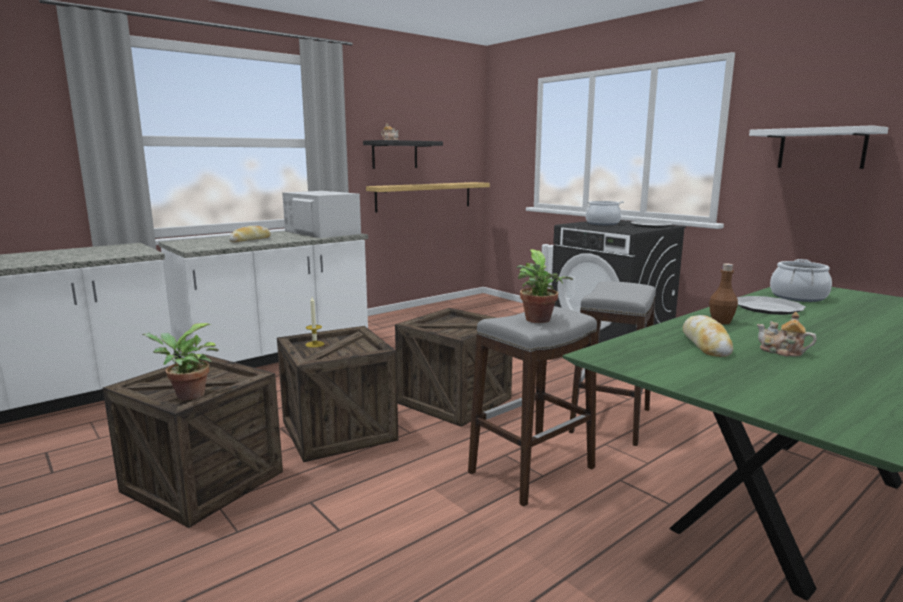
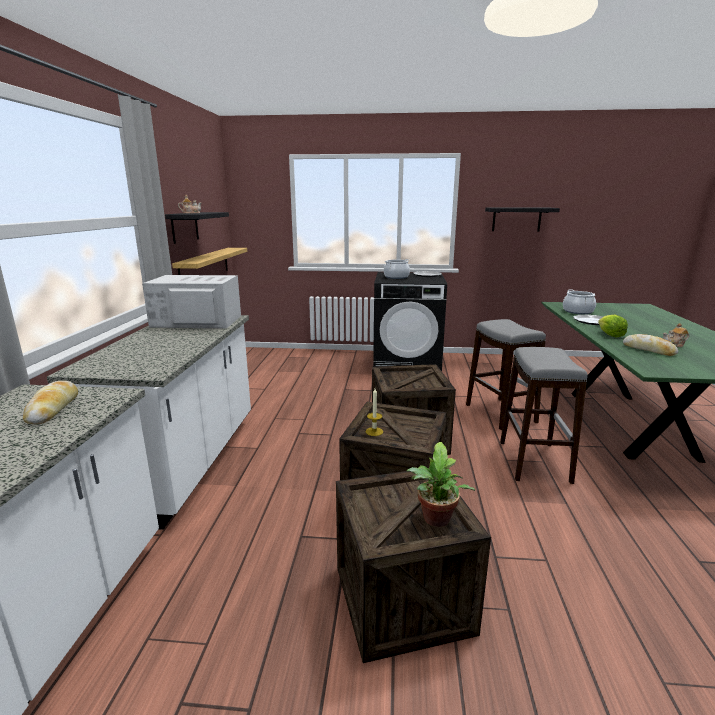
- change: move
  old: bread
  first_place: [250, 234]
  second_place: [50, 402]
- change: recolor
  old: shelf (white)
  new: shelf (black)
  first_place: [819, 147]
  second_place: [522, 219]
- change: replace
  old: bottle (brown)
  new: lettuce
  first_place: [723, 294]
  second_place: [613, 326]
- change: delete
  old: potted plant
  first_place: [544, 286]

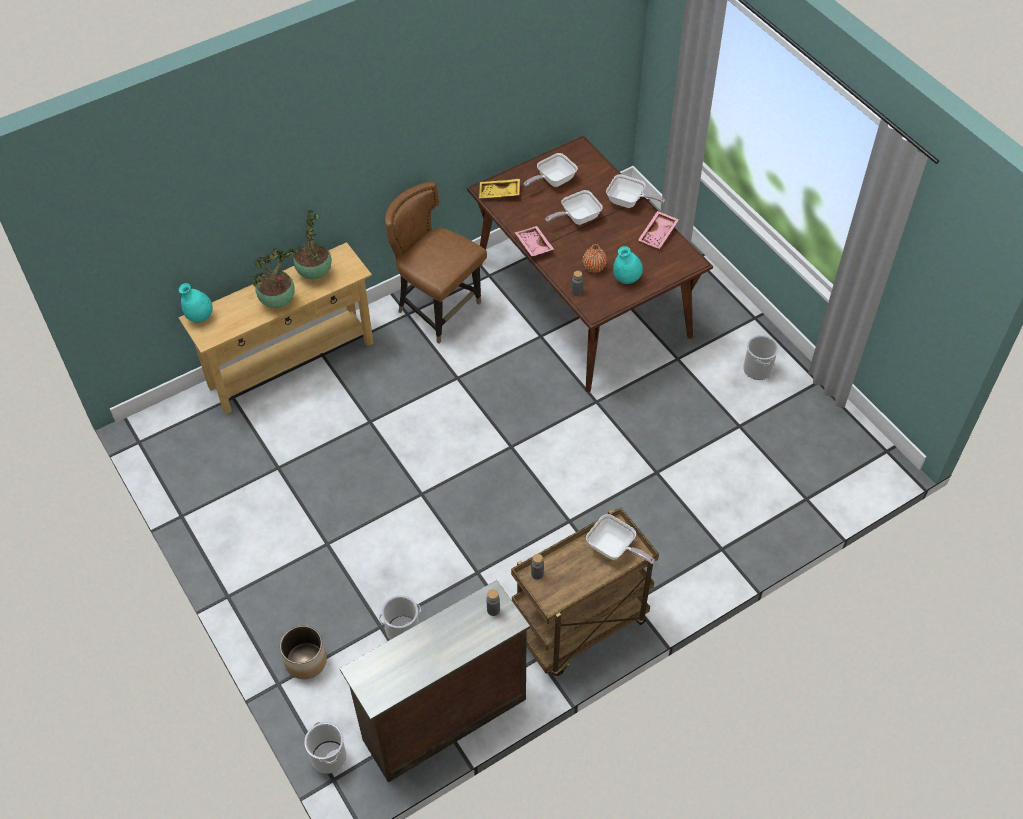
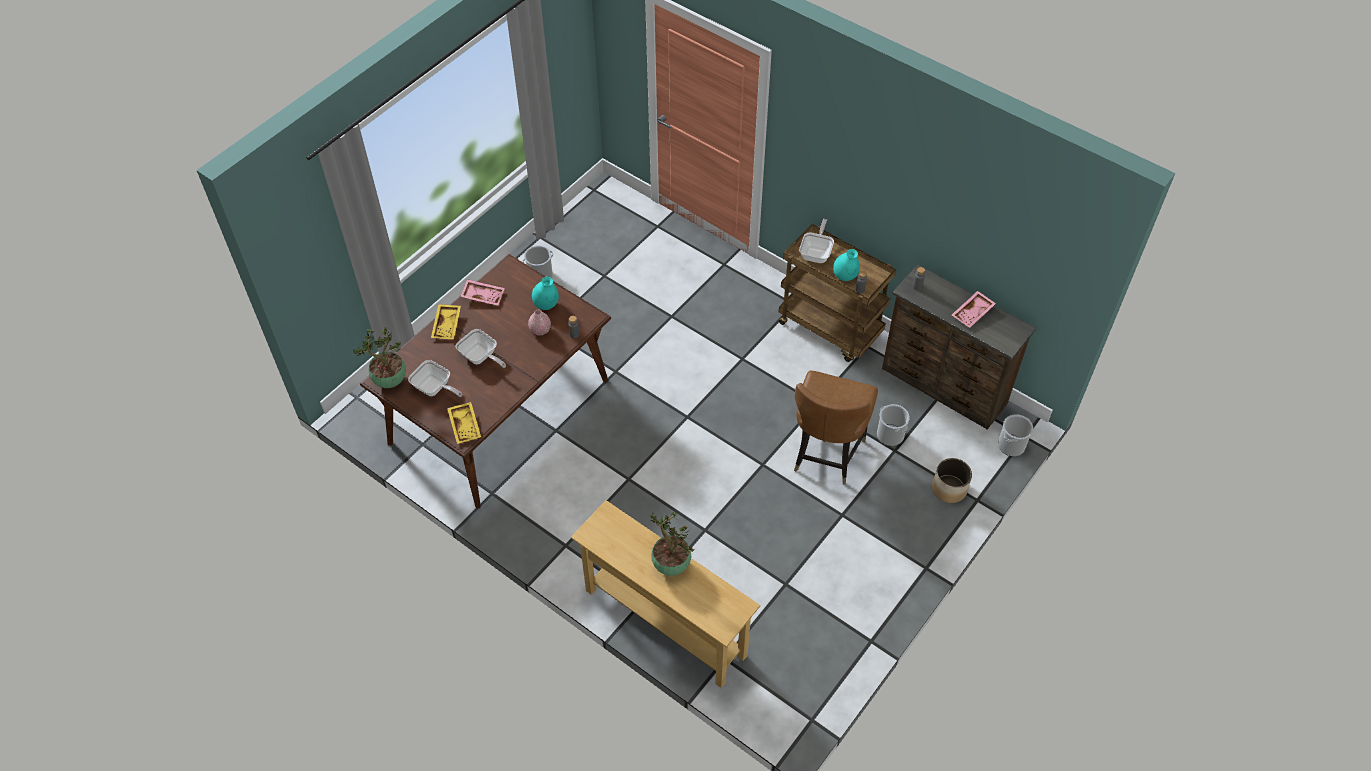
- change: move
  old: potted plant
  first_place: [312, 245]
  second_place: [379, 357]
- change: replace
  old: frying pan
  new: tray (yellow)
  first_place: [635, 191]
  second_place: [446, 321]
- change: recolor
  old: vase (orange)
  new: vase (pink)
  first_place: [595, 258]
  second_place: [539, 322]
- change: move
  old: chair (brown)
  first_place: [436, 263]
  second_place: [836, 428]
- change: move
  old: vase (turquoise)
  first_place: [196, 302]
  second_place: [846, 265]
- change: move
  old: tray (pink)
  first_place: [534, 241]
  second_place: [974, 309]

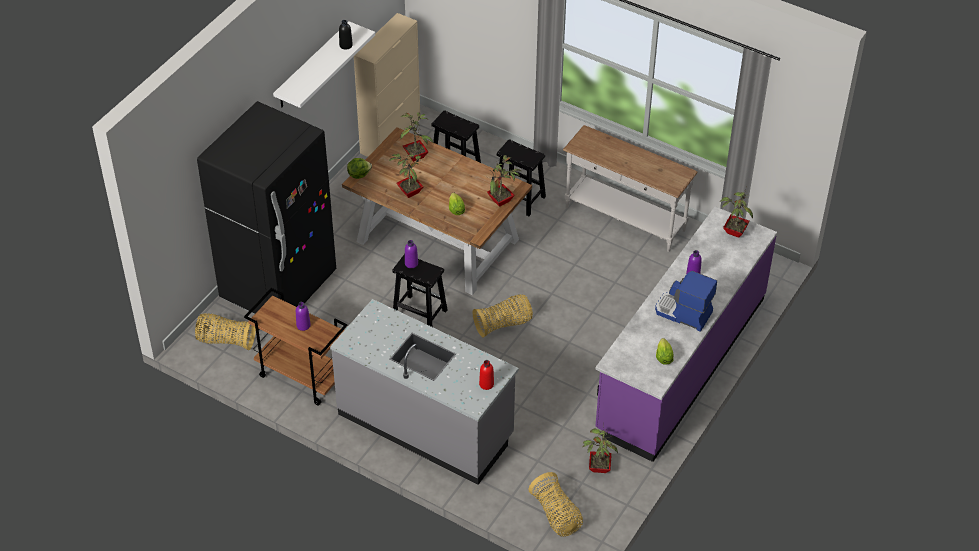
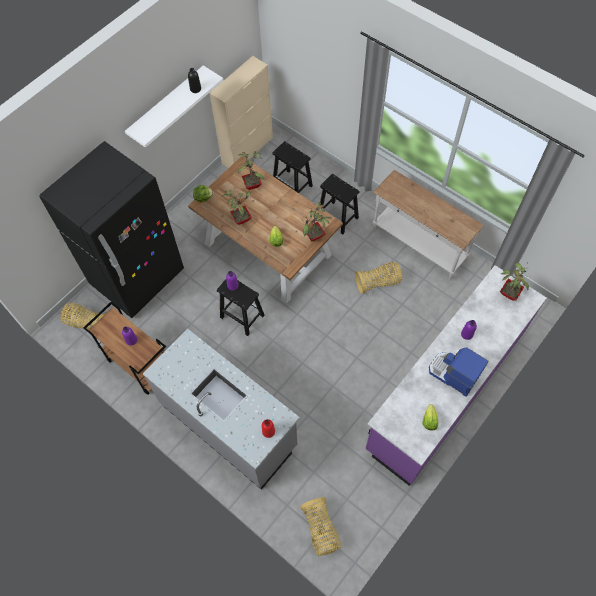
- change: move
  old: basket
  first_place: [503, 315]
  second_place: [378, 278]
- change: delete
  old: potted plant
  first_place: [600, 450]

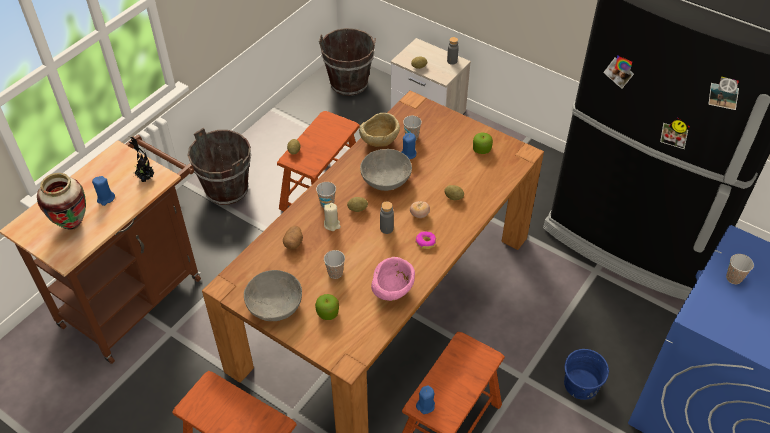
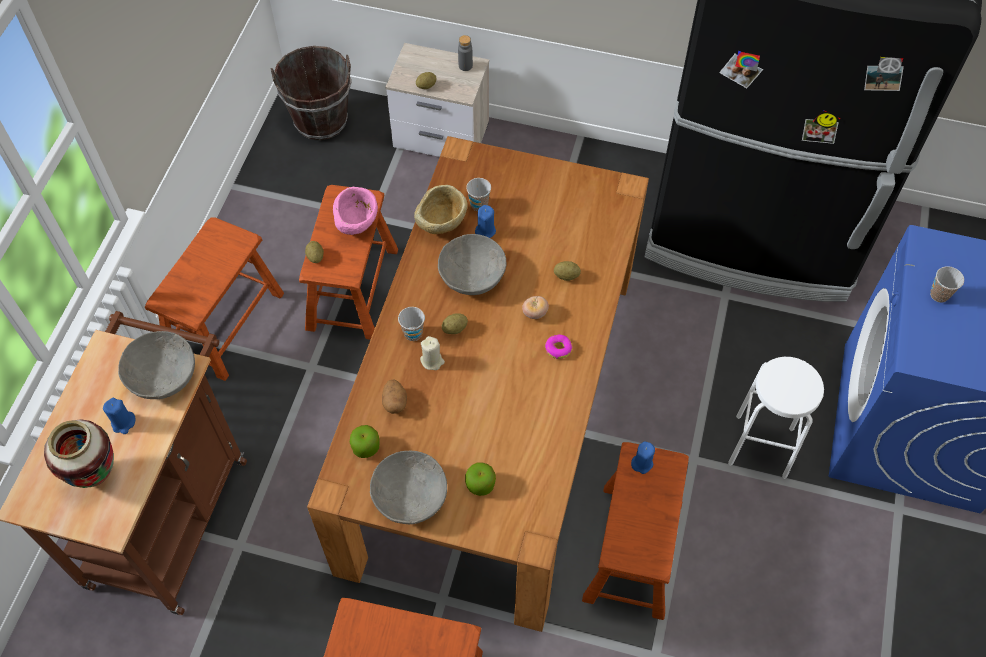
- change: replace
  old: potted plant
  new: bowl (grey)
  first_place: [141, 159]
  second_place: [156, 365]
- change: replace
  old: bucket (brown)
  new: stool (brown)
  first_place: [219, 166]
  second_place: [214, 299]
- change: move
  old: bowl (pink)
  first_place: [393, 279]
  second_place: [355, 211]
- change: move
  old: apple
  first_place: [483, 143]
  second_place: [364, 441]
- change: move
  old: candle (blue)
  first_place: [425, 399]
  second_place: [643, 457]
- change: replace
  old: bucket (blue)
  new: stool (white)
  first_place: [586, 374]
  second_place: [776, 418]
- change: delete
  old: cup
  first_place: [334, 264]
- change: delete
  old: bottle (grey)
  first_place: [387, 217]

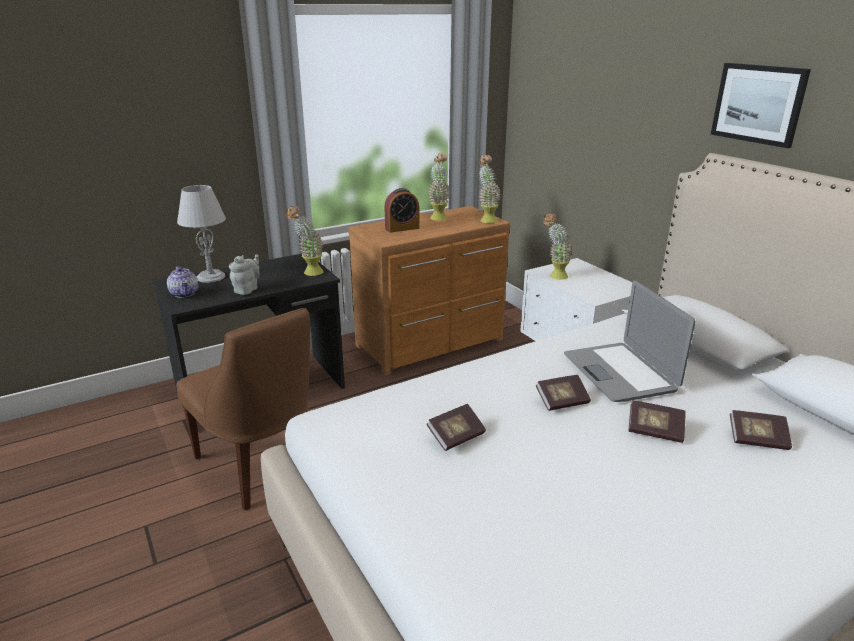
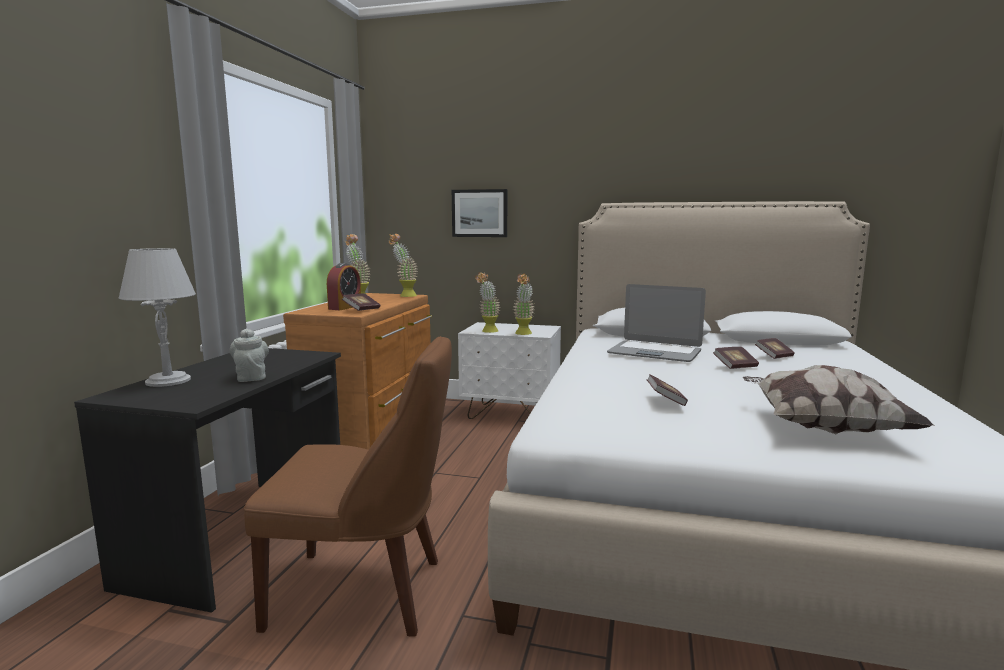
- change: move
  old: book
  first_place: [563, 393]
  second_place: [361, 302]
- change: move
  old: picture
  first_place: [761, 105]
  second_place: [479, 213]
- change: move
  old: potted plant
  first_place: [304, 241]
  second_place: [523, 304]
- change: insert
  new: pillow
  second_place: [838, 400]
- change: delete
  old: teapot
  first_place: [182, 282]

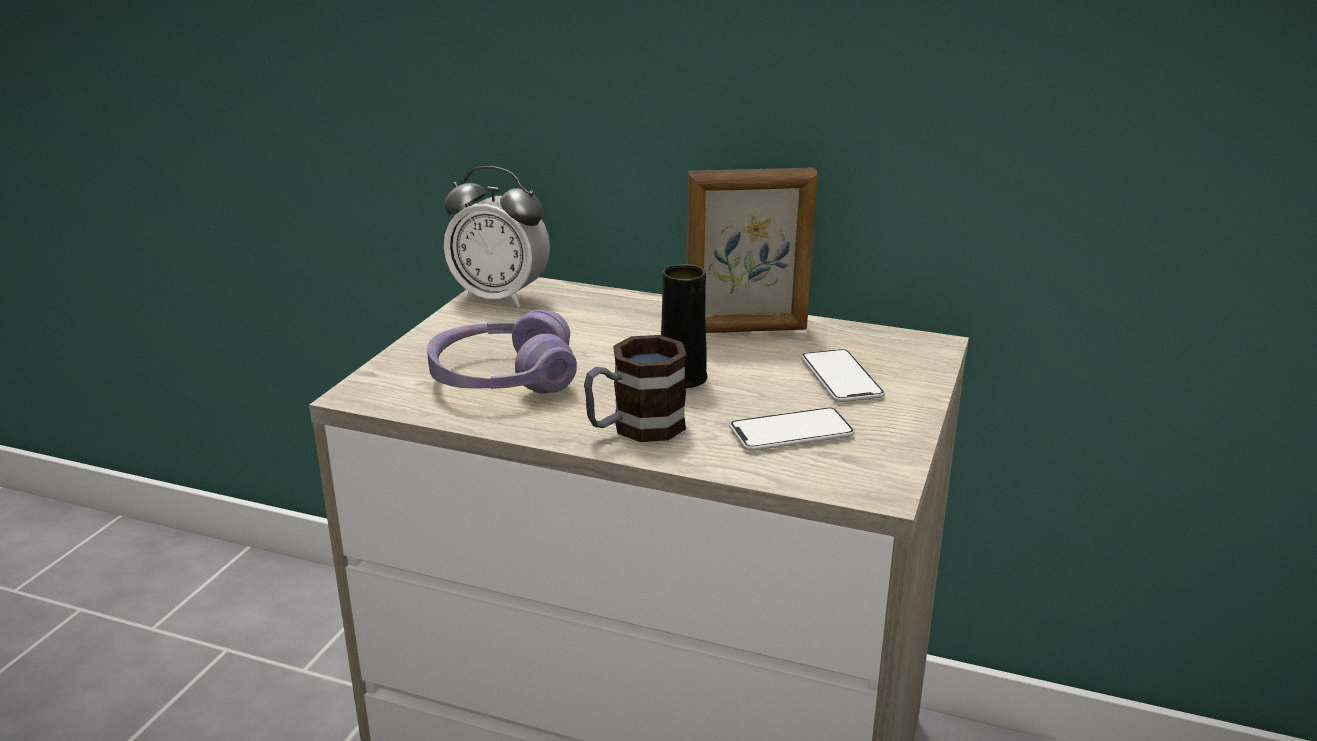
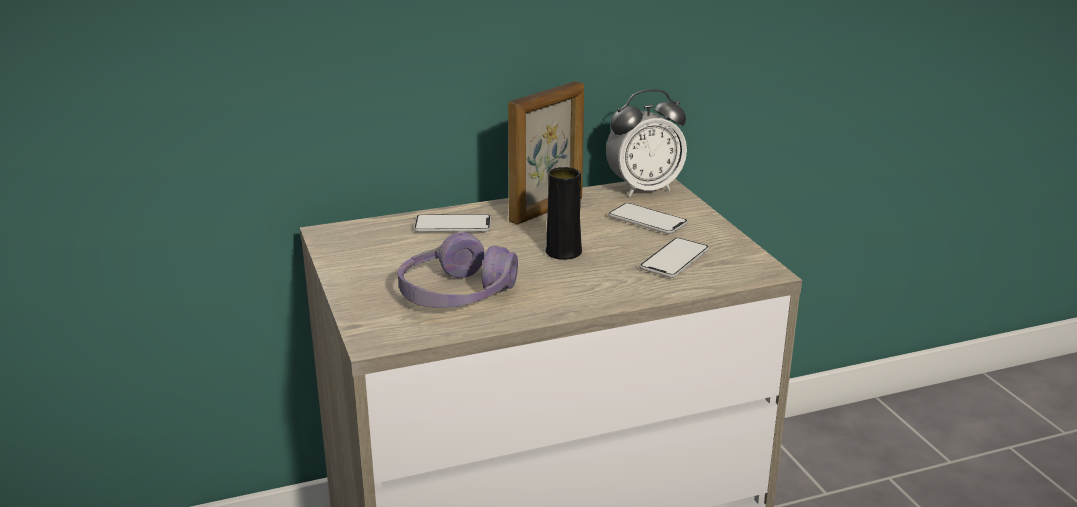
- change: insert
  new: phone
  second_place: [452, 223]
- change: move
  old: alarm clock
  first_place: [497, 236]
  second_place: [646, 143]
- change: delete
  old: mug
  first_place: [635, 388]

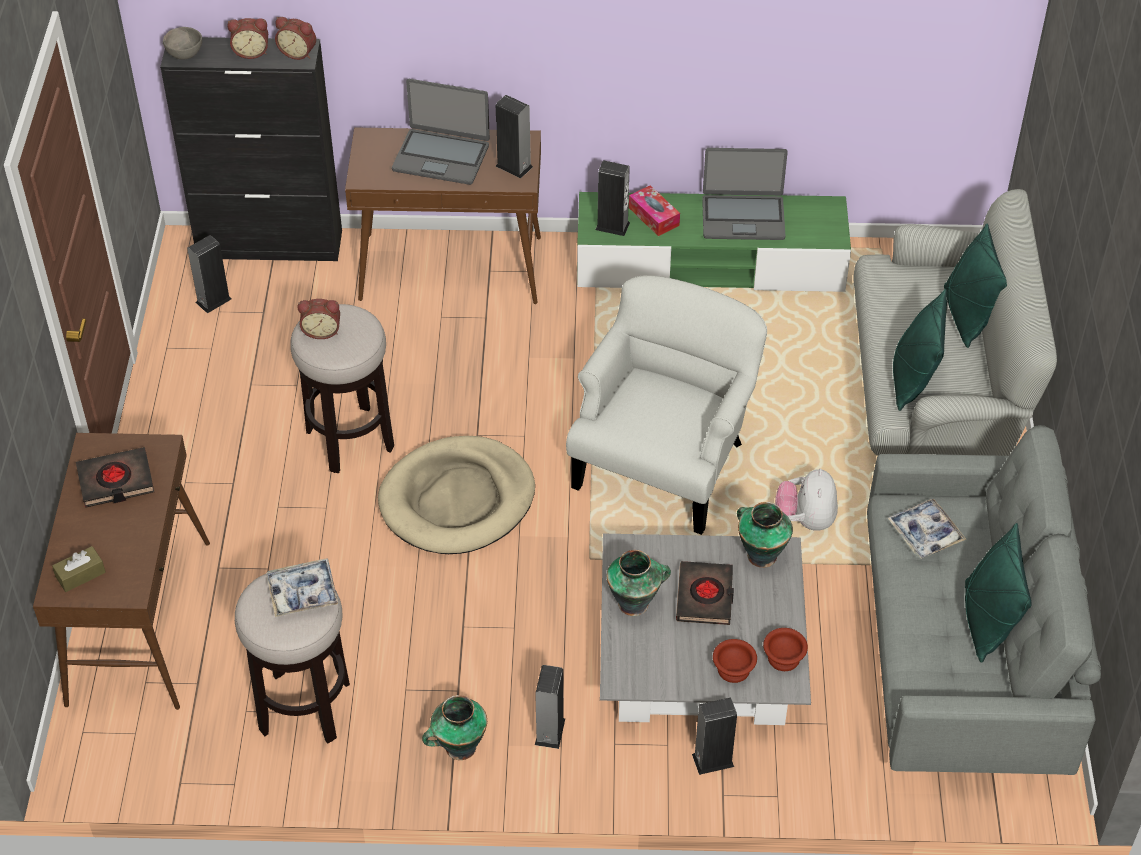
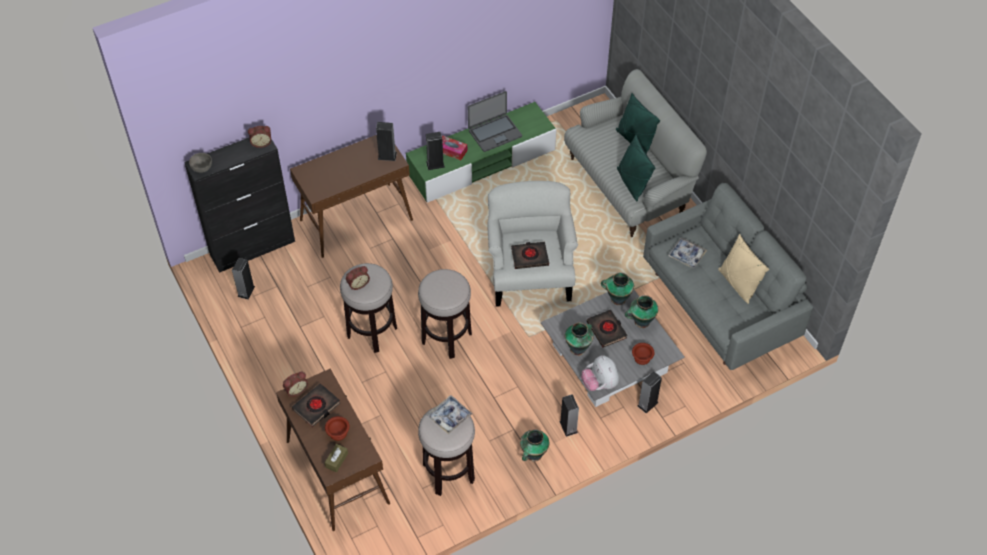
- change: move
  old: alarm clock
  first_place: [247, 38]
  second_place: [295, 384]
- change: move
  old: bowl (brown)
  first_place: [785, 649]
  second_place: [337, 428]
- change: replace
  old: dog bed (beige)
  new: stool
  first_place: [456, 495]
  second_place: [445, 314]
- change: insert
  new: book (black)
  second_place: [530, 255]
- change: move
  old: plush toy
  first_place: [806, 500]
  second_place: [600, 373]
- change: insert
  new: vase
  second_place: [642, 311]
- change: recolor
  old: pillow (green)
  new: pillow (beige)
  first_place: [998, 593]
  second_place: [743, 269]
- change: delete
  old: laptop
  first_place: [441, 132]

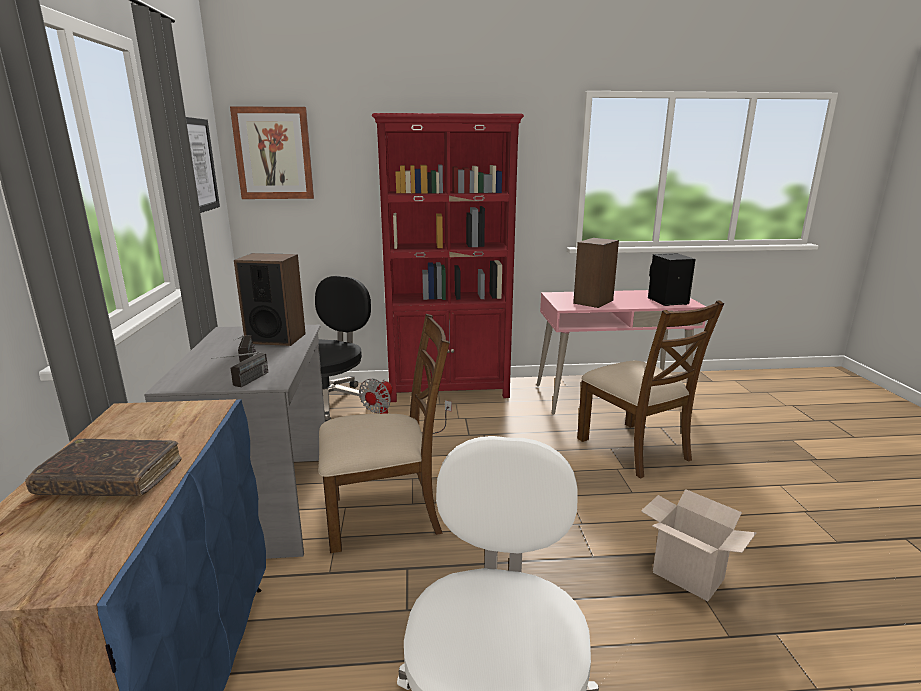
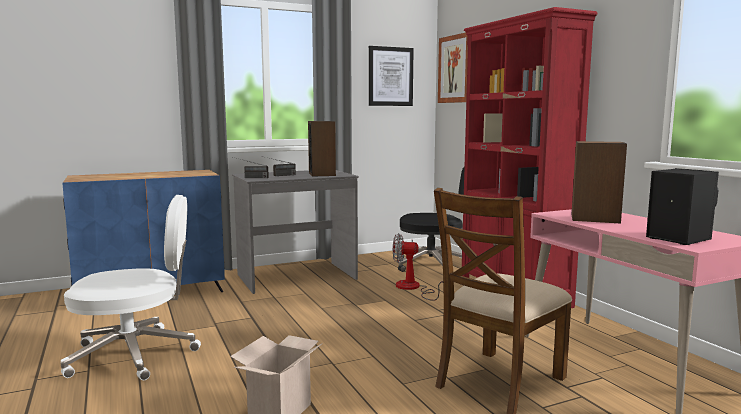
- change: delete
  old: book (brown)
  first_place: [103, 467]
- change: delete
  old: chair (brown)
  first_place: [384, 433]

